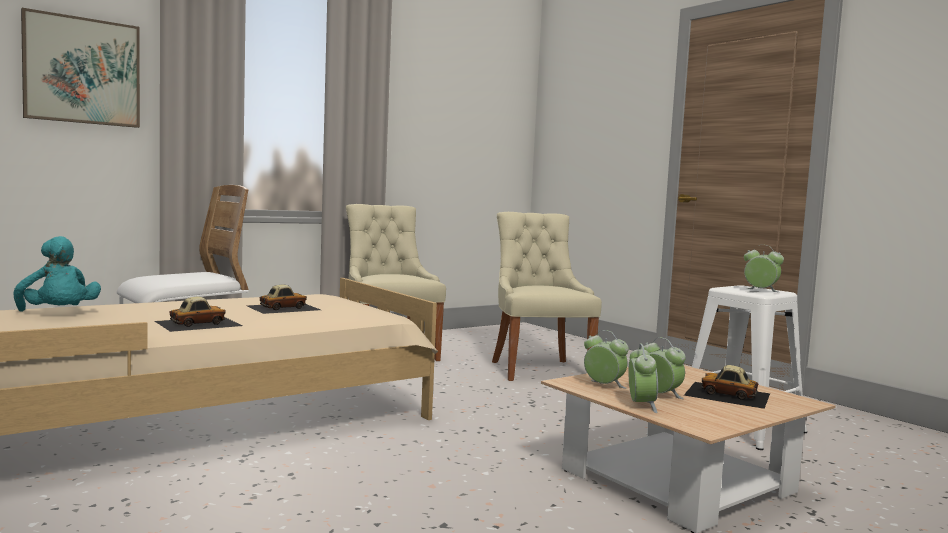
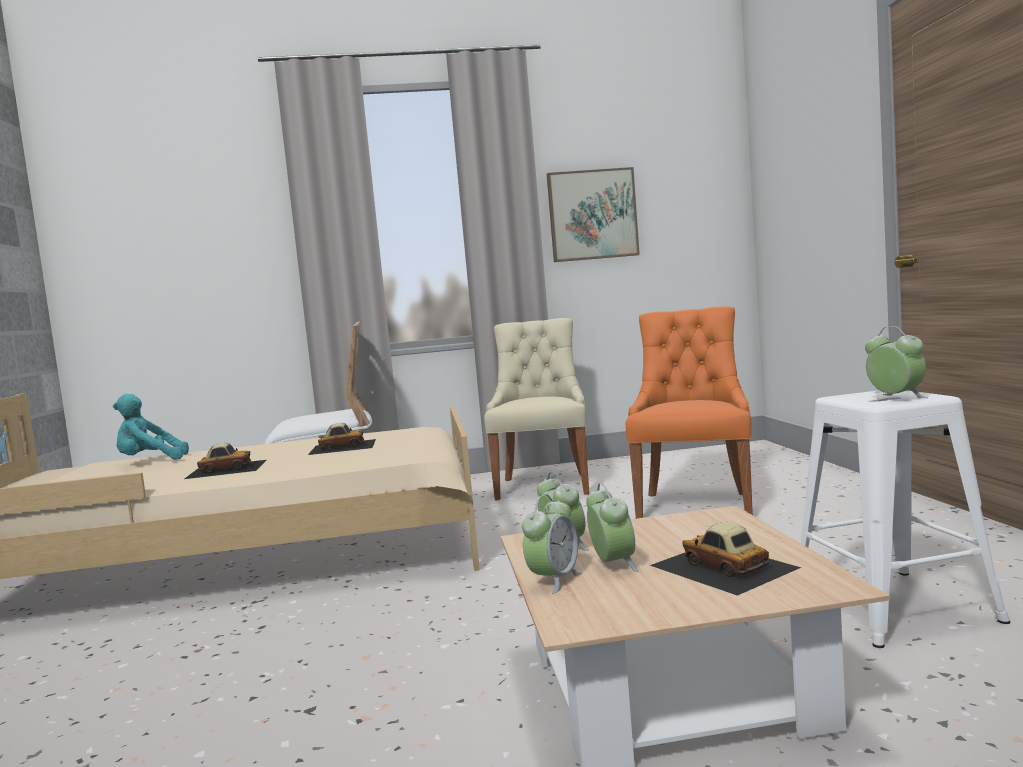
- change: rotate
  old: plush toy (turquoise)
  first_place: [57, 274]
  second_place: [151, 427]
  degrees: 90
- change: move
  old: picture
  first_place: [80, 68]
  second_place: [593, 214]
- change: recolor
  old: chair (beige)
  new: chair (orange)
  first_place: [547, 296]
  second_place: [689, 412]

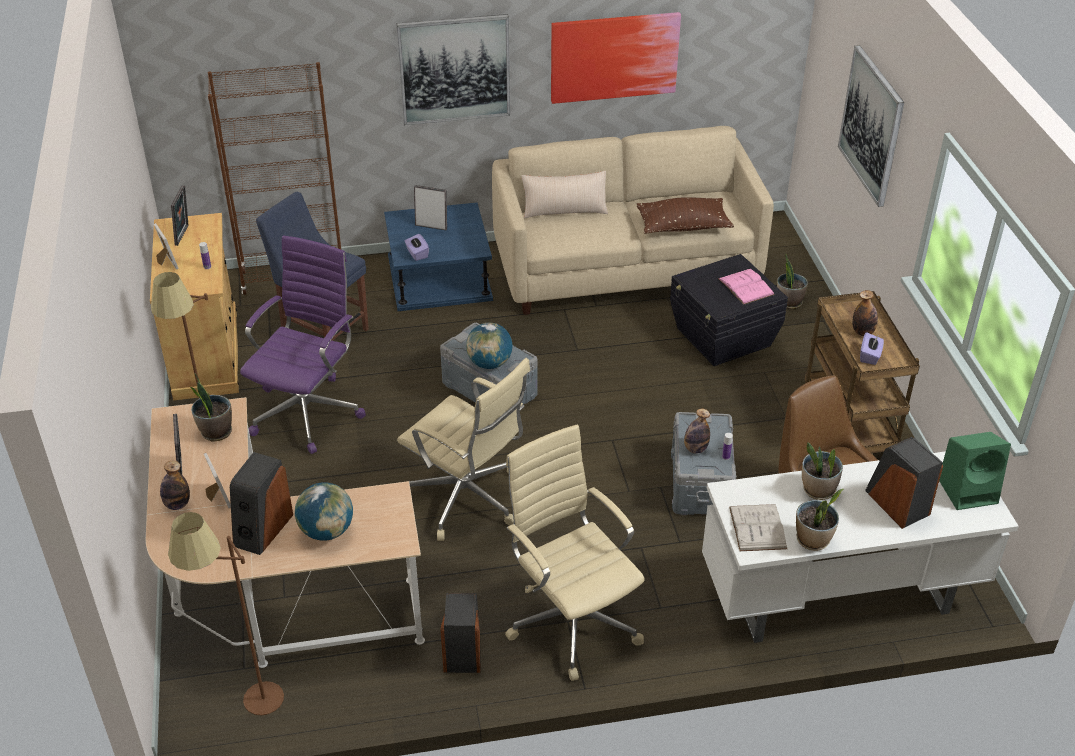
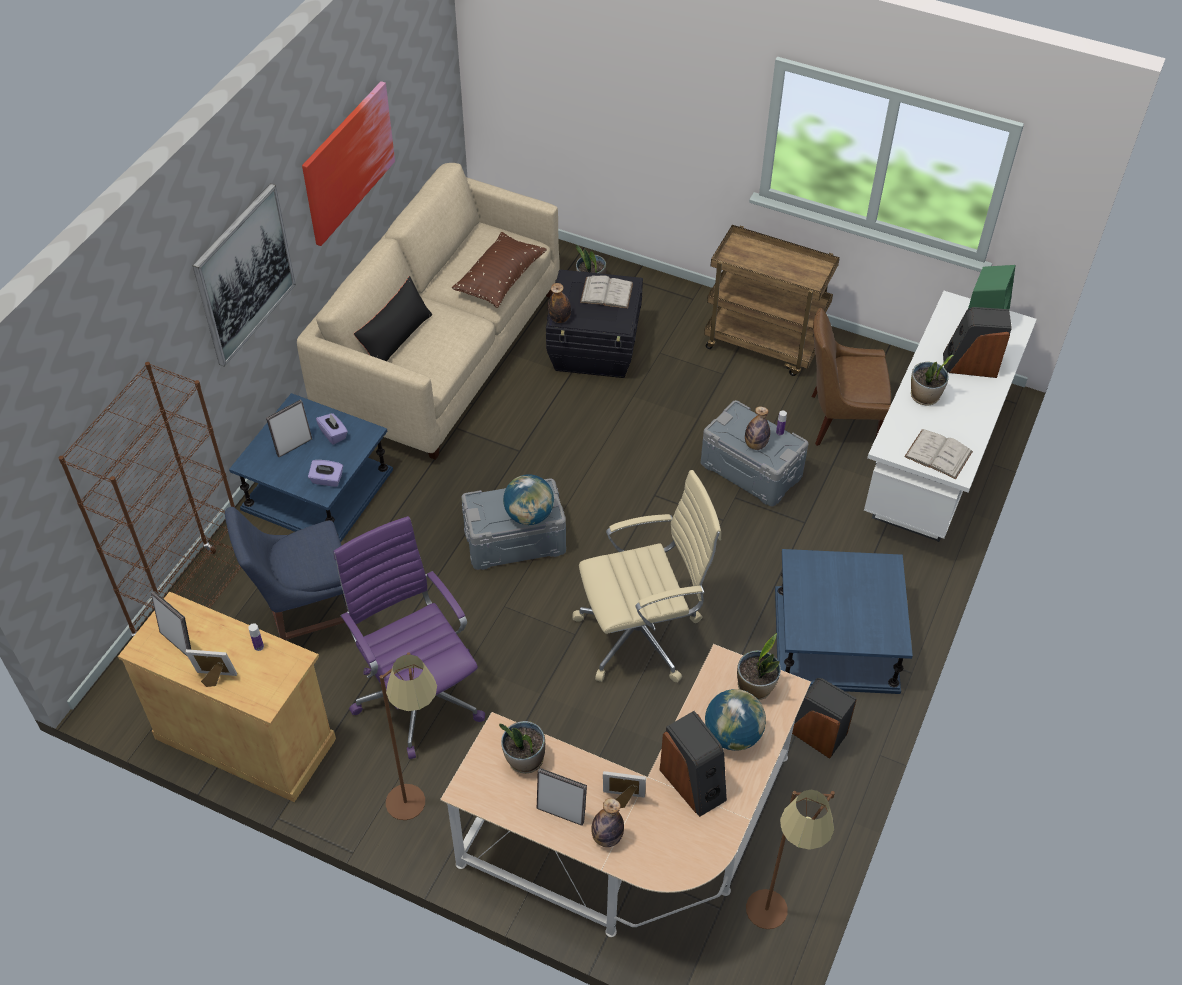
- change: move
  old: tissue box (purple)
  first_place: [872, 348]
  second_place: [332, 429]
- change: recolor
  old: pillow (beige)
  new: pillow (black)
  first_place: [565, 195]
  second_place: [393, 318]
- change: move
  old: bottle
  first_place: [865, 313]
  second_place: [559, 303]
- change: recolor
  old: book (pink)
  new: book (white)
  first_place: [746, 287]
  second_place: [606, 292]
- change: move
  old: potted plant
  first_place: [820, 520]
  second_place: [759, 666]
- change: replace
  old: office chair (beige)
  new: side table (blue)
  first_place: [575, 552]
  second_place: [844, 621]
- change: delete
  old: picture
  first_place: [871, 126]

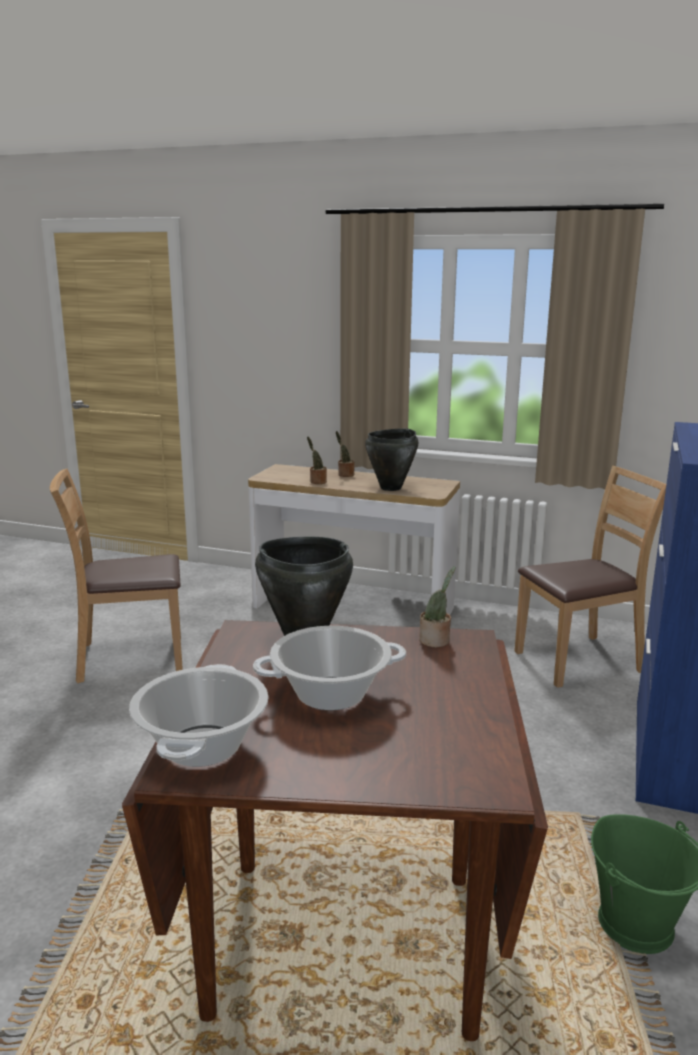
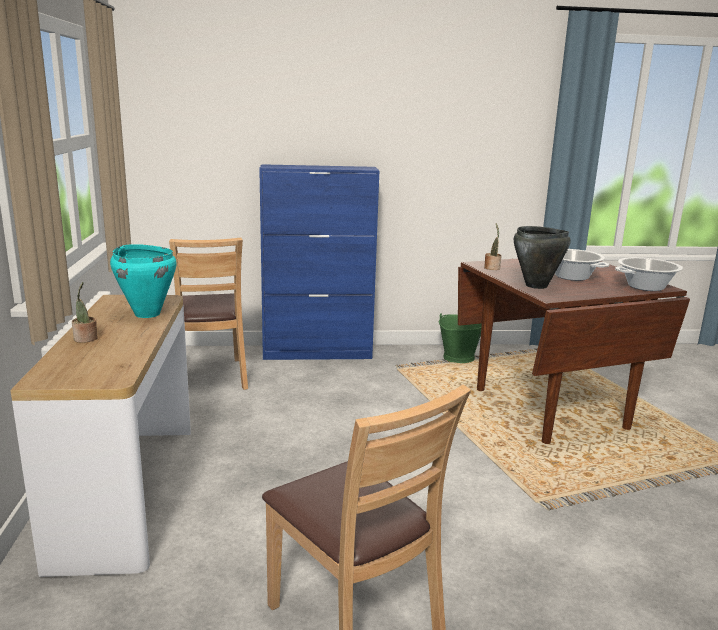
- change: recolor
  old: cooking pot (black)
  new: cooking pot (turquoise)
  first_place: [391, 459]
  second_place: [143, 281]
- change: rotate
  old: chair (brown)
  first_place: [590, 577]
  second_place: [208, 314]
  degrees: -150
- change: delete
  old: potted plant
  first_place: [317, 460]

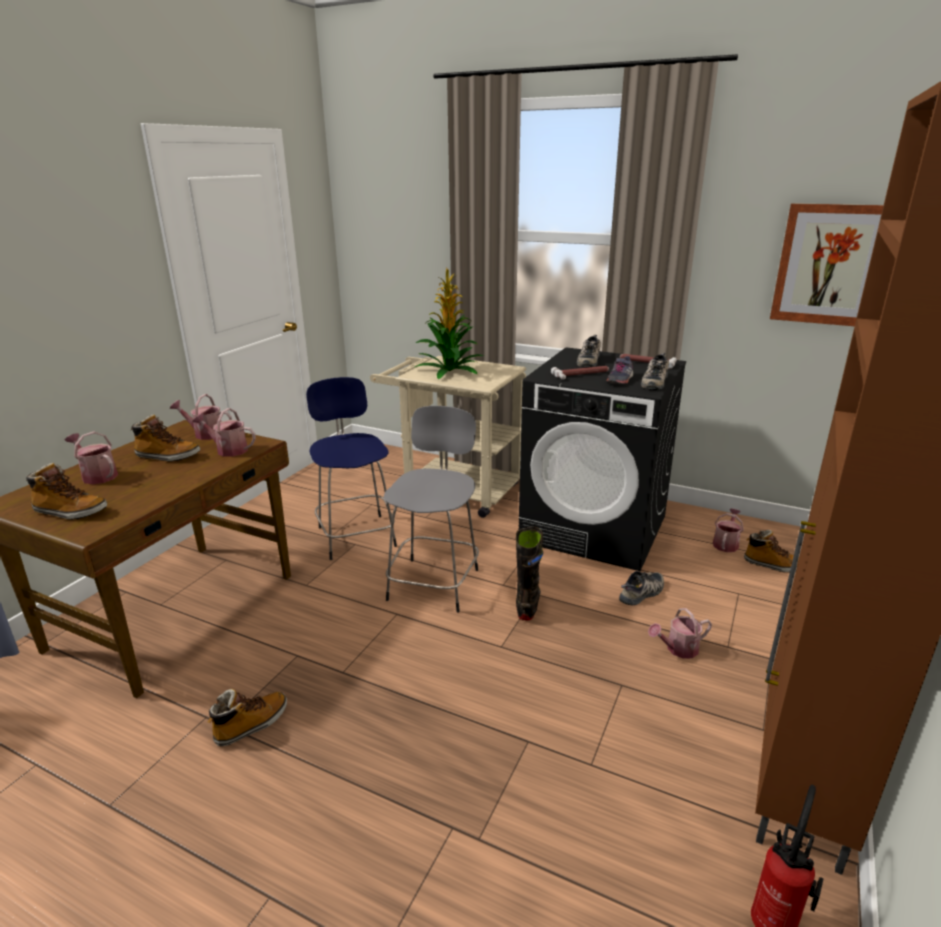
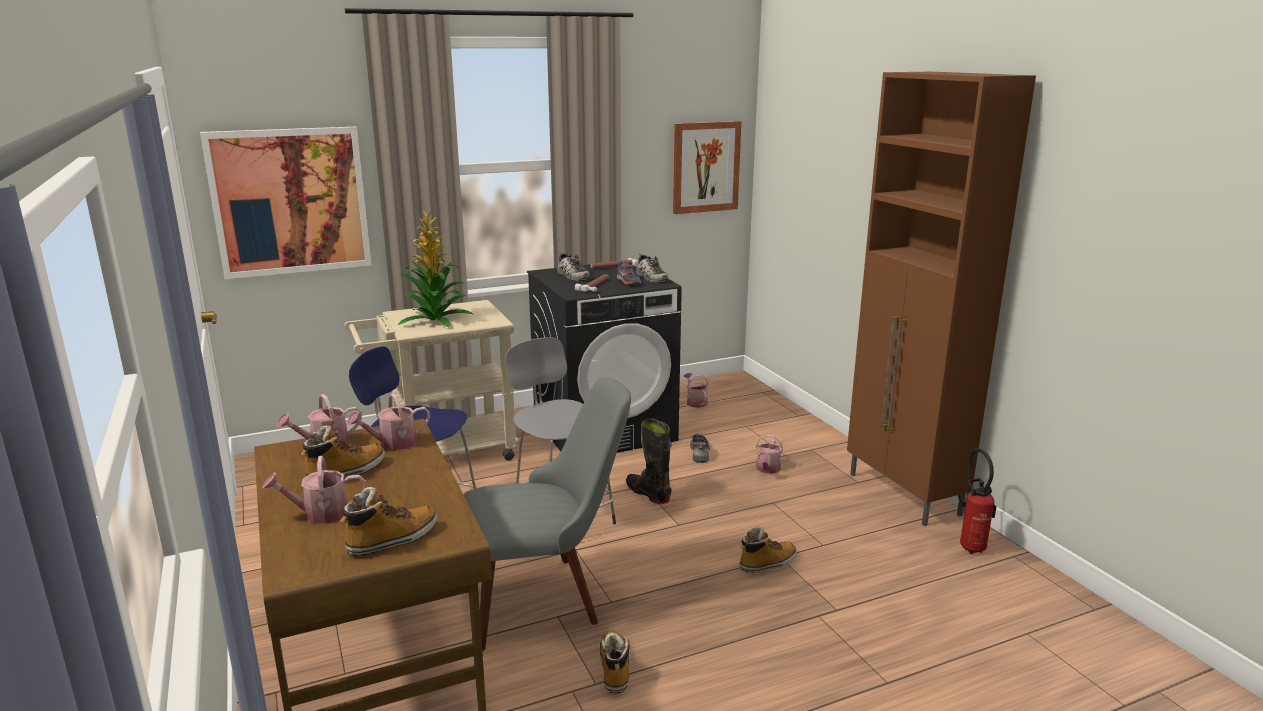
- change: insert
  new: picture
  second_place: [286, 203]
- change: insert
  new: chair (grey)
  second_place: [547, 514]
- change: move
  old: boot
  first_place: [771, 551]
  second_place: [768, 549]

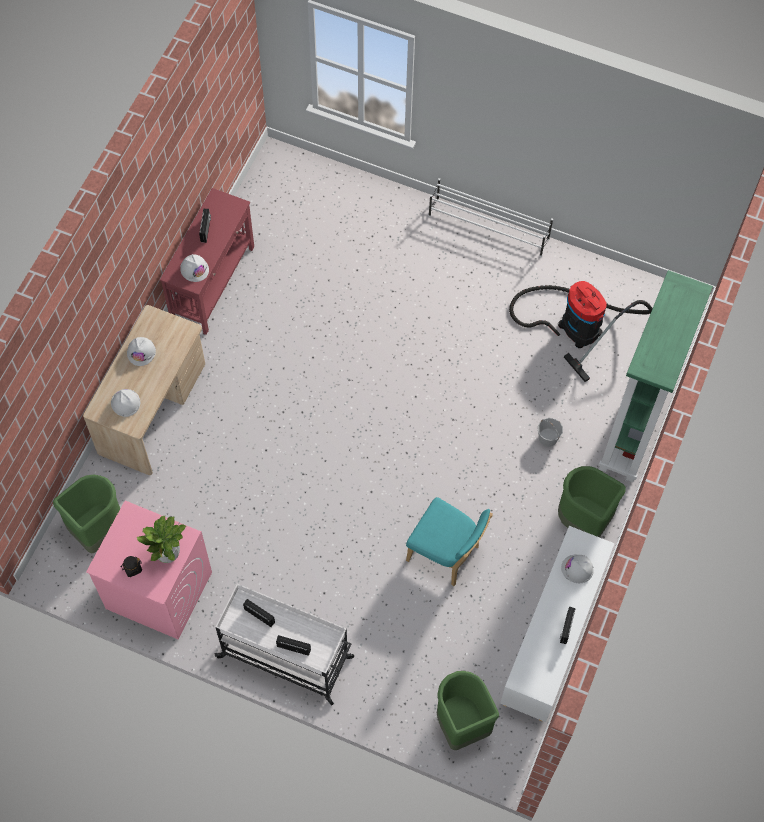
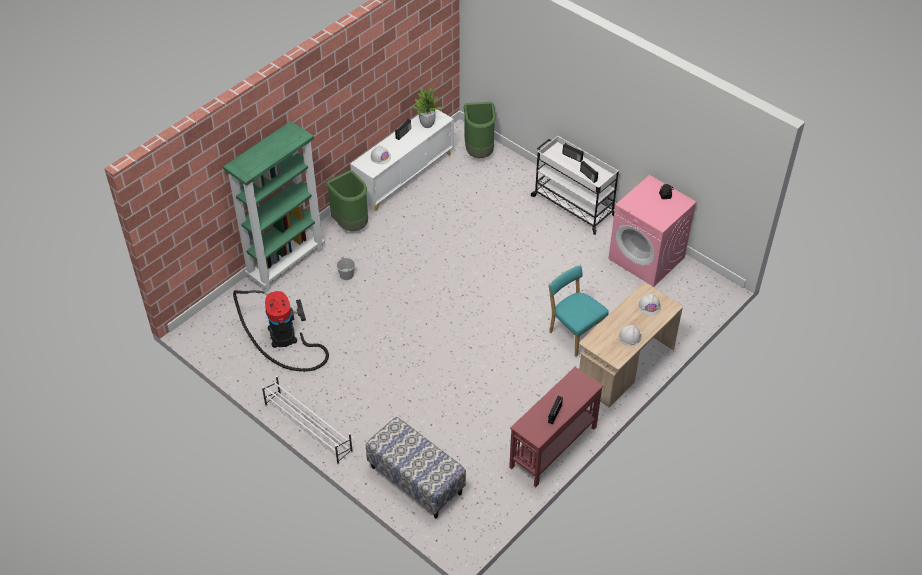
- change: insert
  new: bench
  second_place: [416, 467]
- change: move
  old: potted plant
  first_place: [162, 539]
  second_place: [427, 108]
- change: move
  old: chair (turquoise)
  first_place: [449, 541]
  second_place: [578, 311]
- change: delete
  old: trash can (green)
  first_place: [86, 514]
- change: delete
  old: hard hat (white)
  first_place: [194, 268]

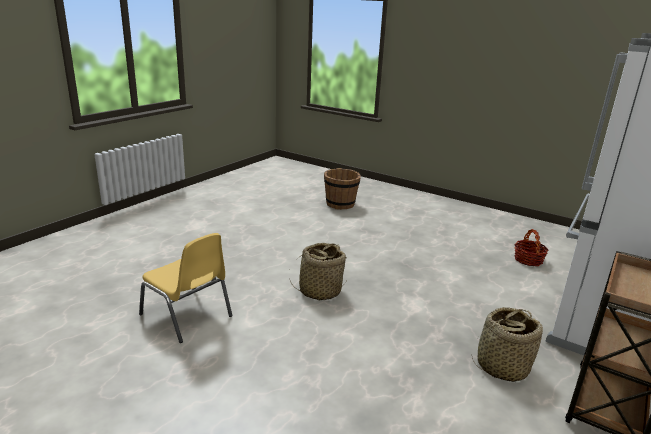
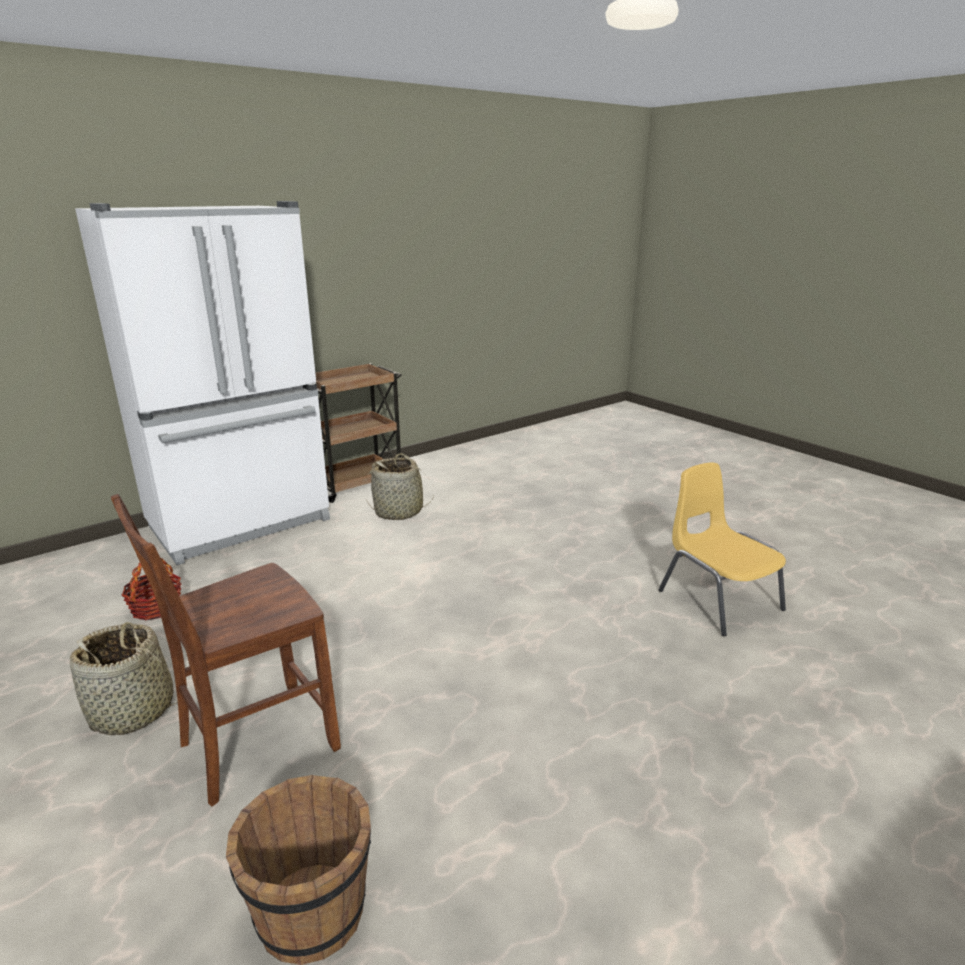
- change: move
  old: basket
  first_place: [318, 272]
  second_place: [124, 678]
- change: insert
  new: chair (brown)
  second_place: [226, 650]

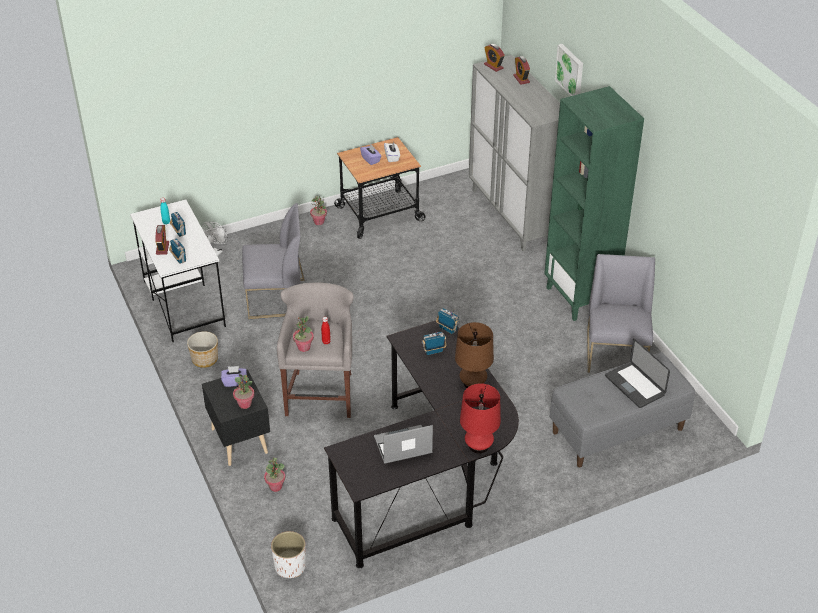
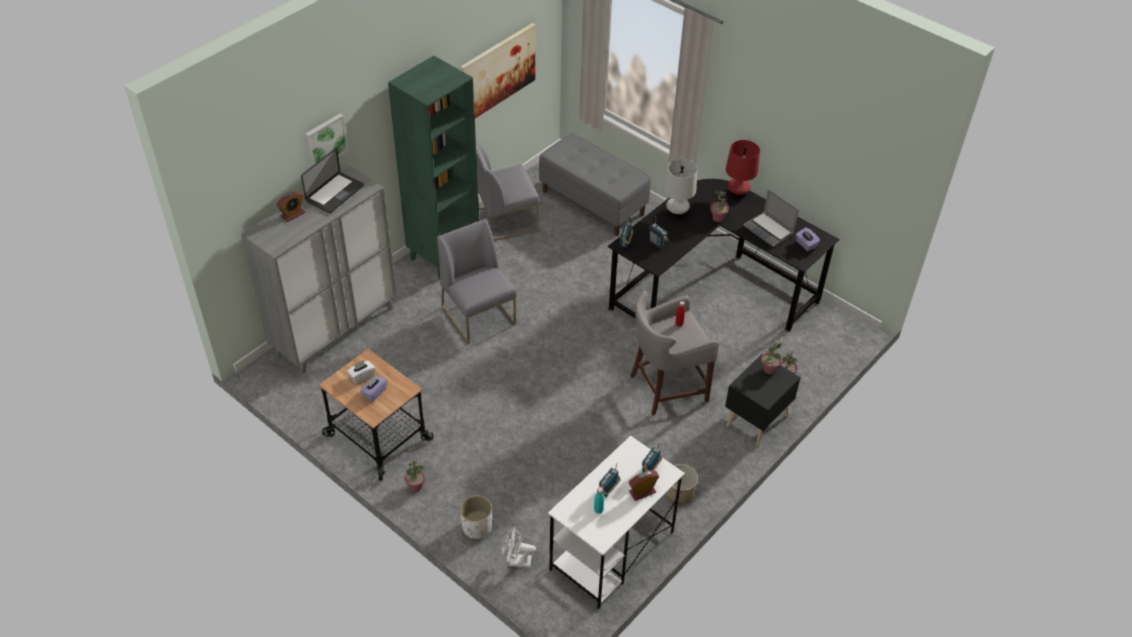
- change: move
  old: laptop
  first_place: [637, 373]
  second_place: [332, 180]
- change: move
  old: chair (grey)
  first_place: [273, 261]
  second_place: [477, 281]
- change: insert
  new: picture
  second_place: [497, 70]
- change: move
  old: planter (white)
  first_place: [288, 554]
  second_place: [476, 517]
- change: recolor
  old: table lamp (brown)
  new: table lamp (white)
  first_place: [474, 355]
  second_place: [680, 188]
- change: move
  old: potted plant
  first_place: [303, 334]
  second_place: [719, 206]
- change: move
  old: tissue box (purple)
  first_place: [234, 376]
  second_place: [807, 239]
- change: delete
  old: alarm clock
  first_place: [494, 58]

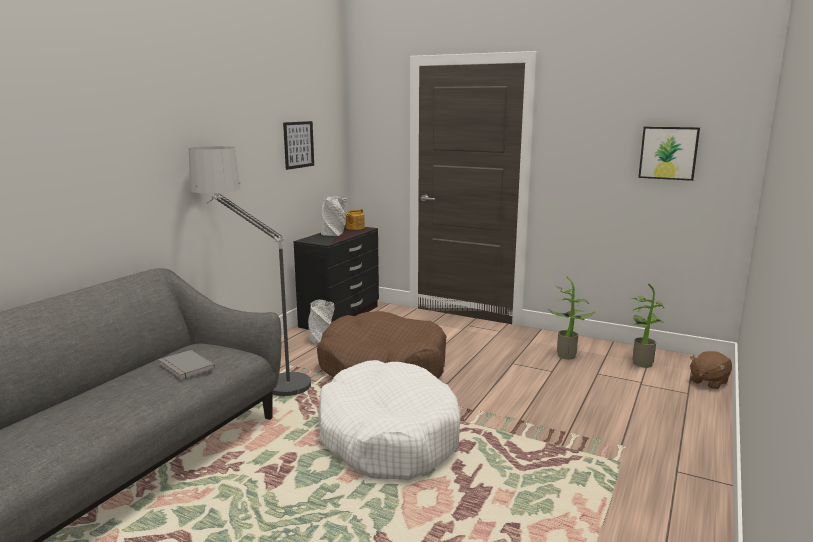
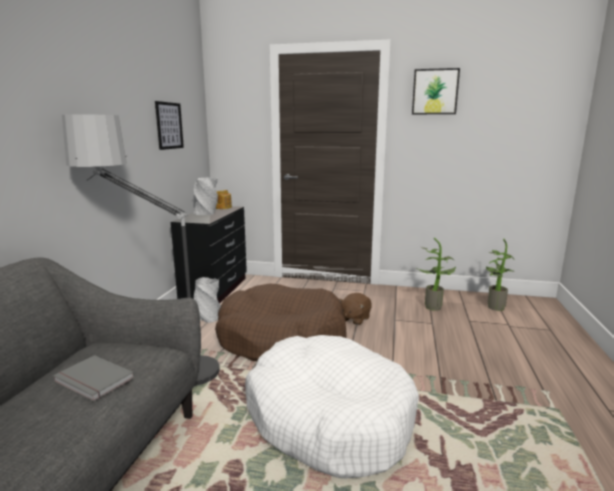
- change: move
  old: plush toy (brown)
  first_place: [710, 370]
  second_place: [355, 309]
- change: move
  old: picture
  first_place: [669, 154]
  second_place: [436, 91]

